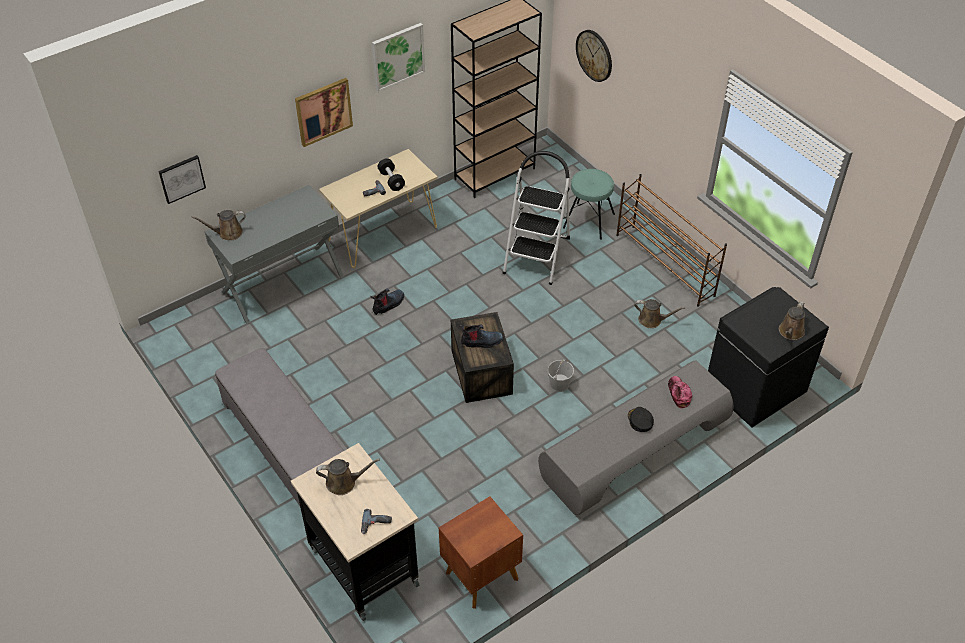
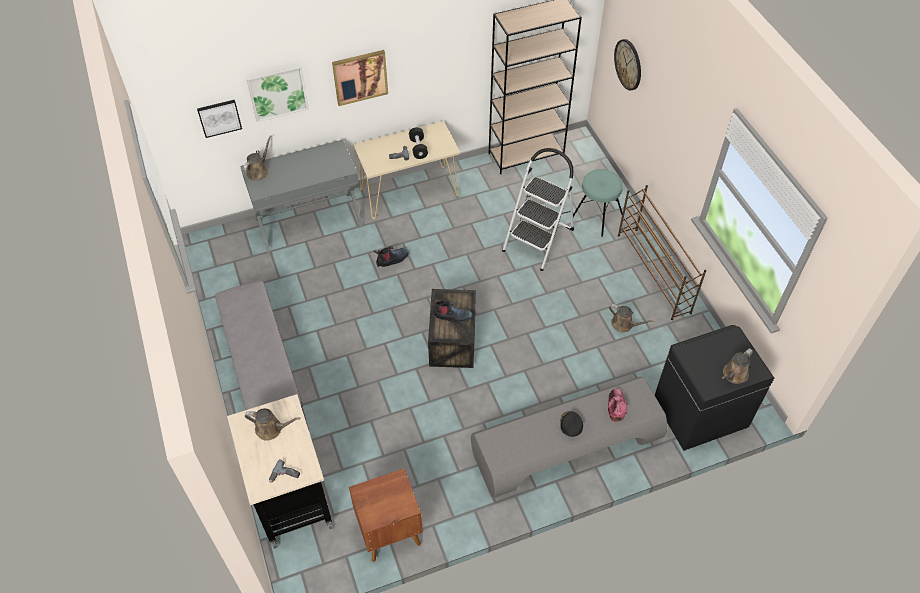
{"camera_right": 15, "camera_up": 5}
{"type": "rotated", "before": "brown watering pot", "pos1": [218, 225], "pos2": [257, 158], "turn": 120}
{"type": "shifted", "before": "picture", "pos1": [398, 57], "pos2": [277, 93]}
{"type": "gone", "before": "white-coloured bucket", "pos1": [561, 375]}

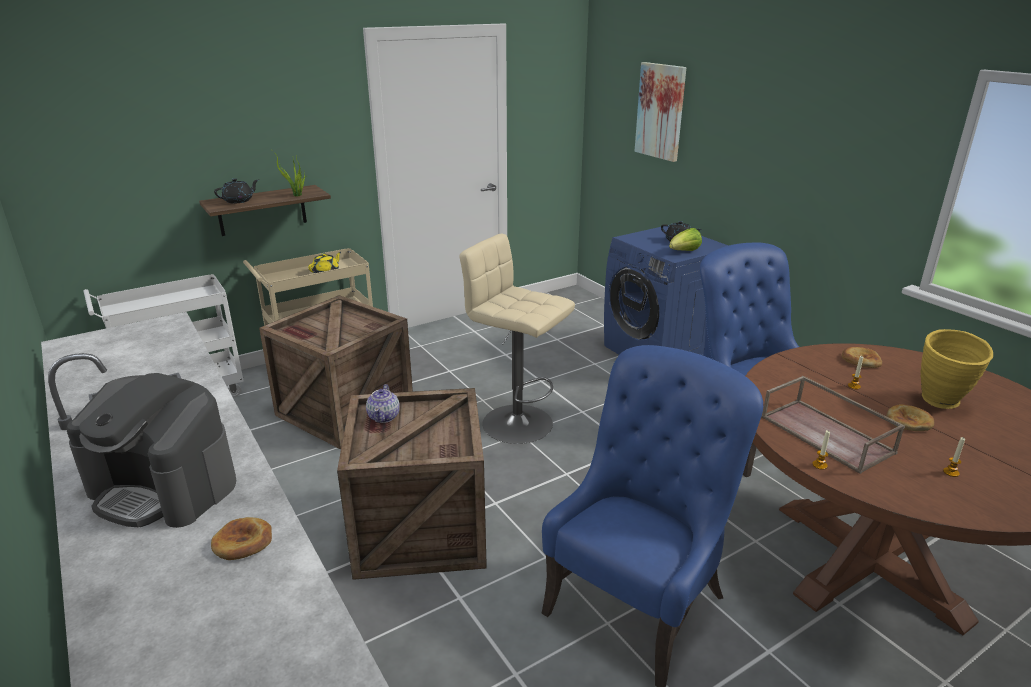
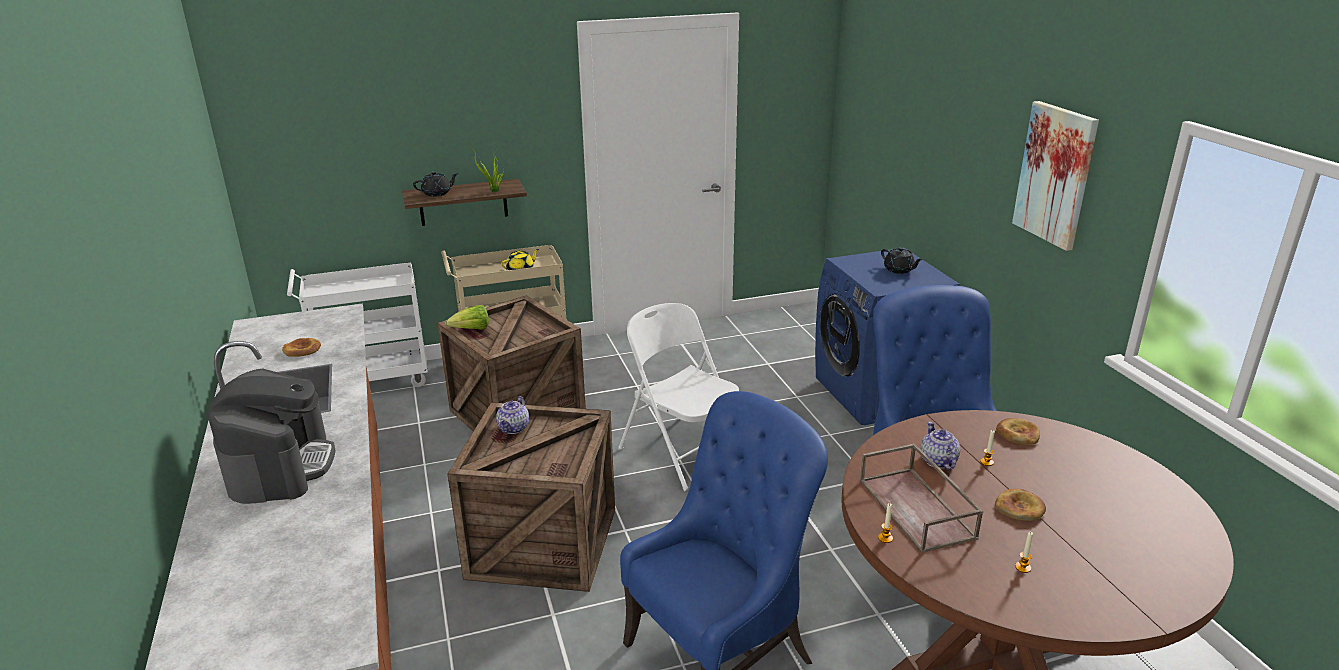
{"camera_right": 15, "camera_up": 0}
{"type": "rotated", "before": "coffee machine", "pos1": [151, 450], "pos2": [272, 436], "turn": -135}
{"type": "shifted", "before": "bakery bread", "pos1": [241, 538], "pos2": [301, 347]}
{"type": "shifted", "before": "head of lettuce", "pos1": [685, 239], "pos2": [467, 317]}
{"type": "swapped", "before": "beige stool seat", "after": "white-coloured chair", "pos1": [517, 339], "pos2": [678, 397]}
{"type": "new", "after": "teapot", "pos2": [940, 445]}
{"type": "shifted", "before": "picture", "pos1": [661, 112], "pos2": [1055, 176]}
{"type": "gone", "before": "yellow flower vase", "pos1": [957, 369]}

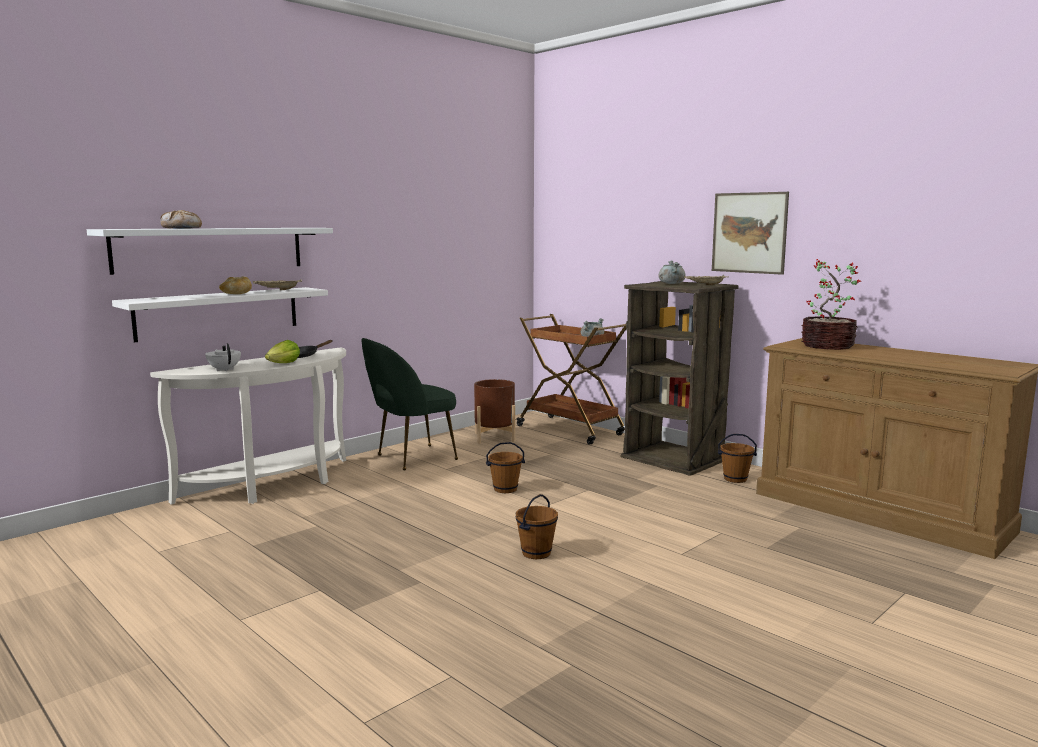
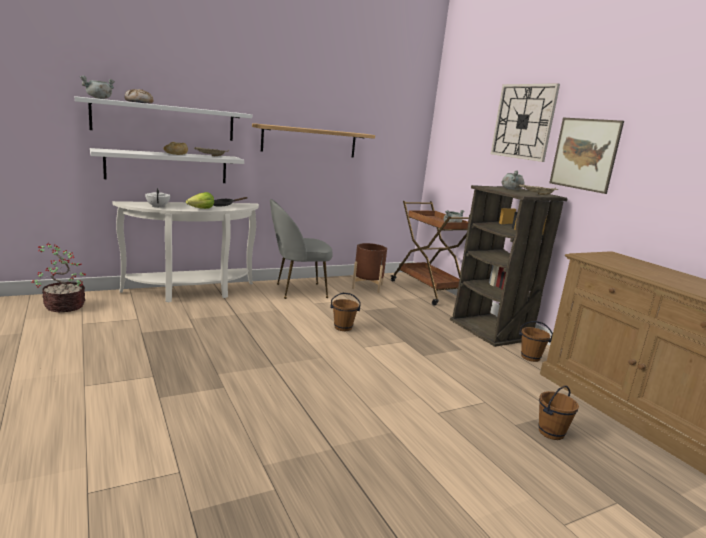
{"camera_right": 15, "camera_up": 5}
{"type": "shifted", "before": "houseplant", "pos1": [831, 304], "pos2": [58, 277]}
{"type": "new", "after": "grey stockpot", "pos2": [97, 87]}
{"type": "new", "after": "bracket shelf", "pos2": [313, 140]}
{"type": "repainted", "before": "greenish chair", "after": "grey chair", "pos1": [409, 404], "pos2": [301, 249]}
{"type": "new", "after": "wall clock", "pos2": [525, 122]}
{"type": "shifted", "before": "brown bucket", "pos1": [536, 526], "pos2": [558, 412]}

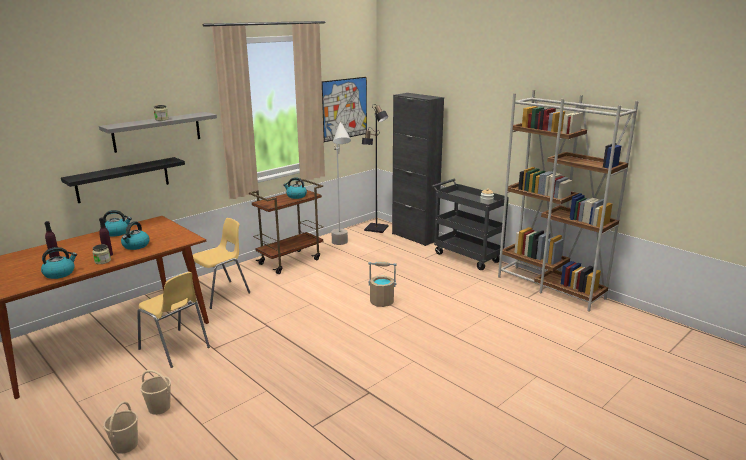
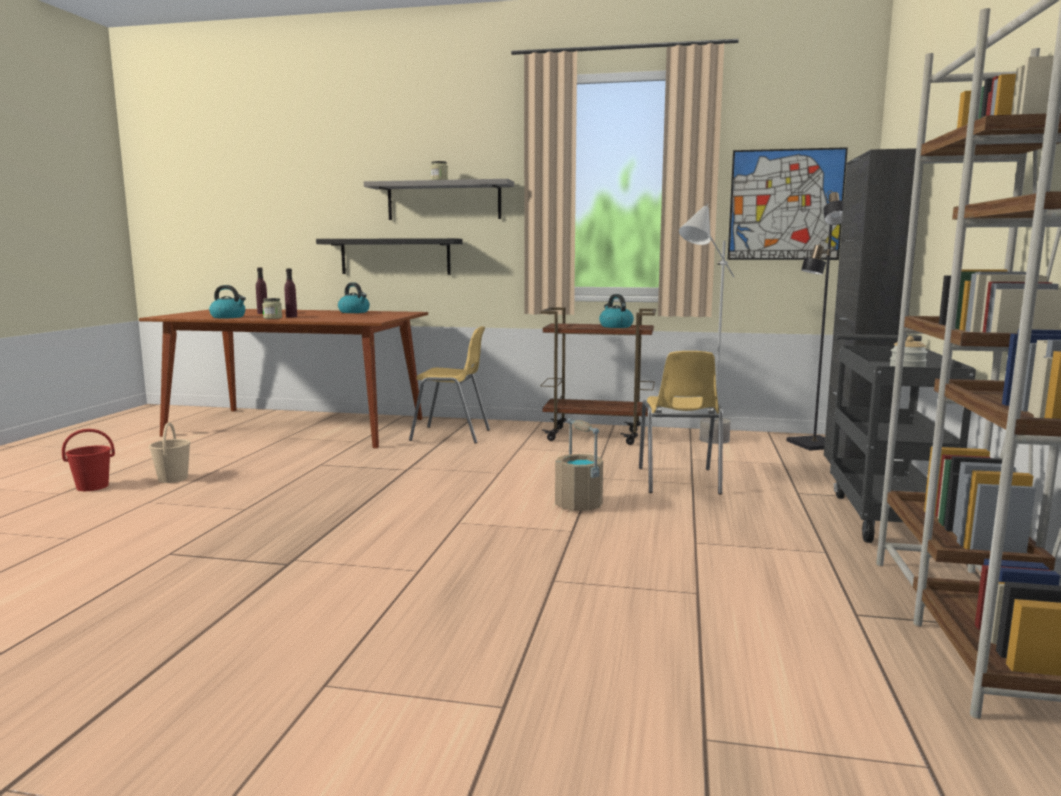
{"camera_right": 55, "camera_up": -10}
{"type": "repainted", "before": "beige bucket", "after": "red-coloured bucket", "pos1": [120, 427], "pos2": [88, 460]}
{"type": "shifted", "before": "yellow chair", "pos1": [173, 320], "pos2": [681, 422]}
{"type": "gone", "before": "water kettle", "pos1": [135, 235]}

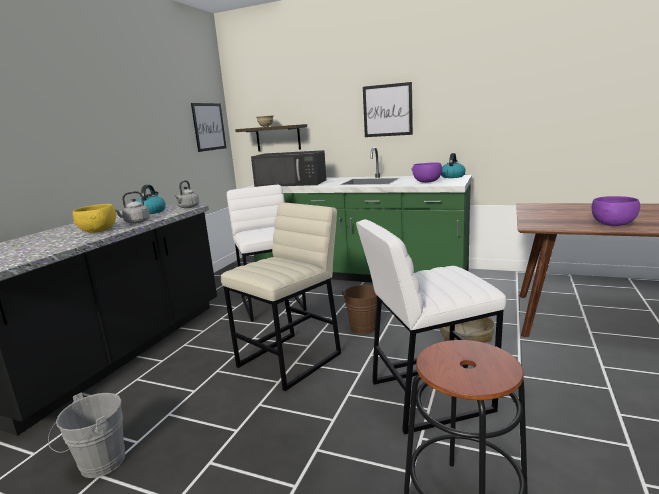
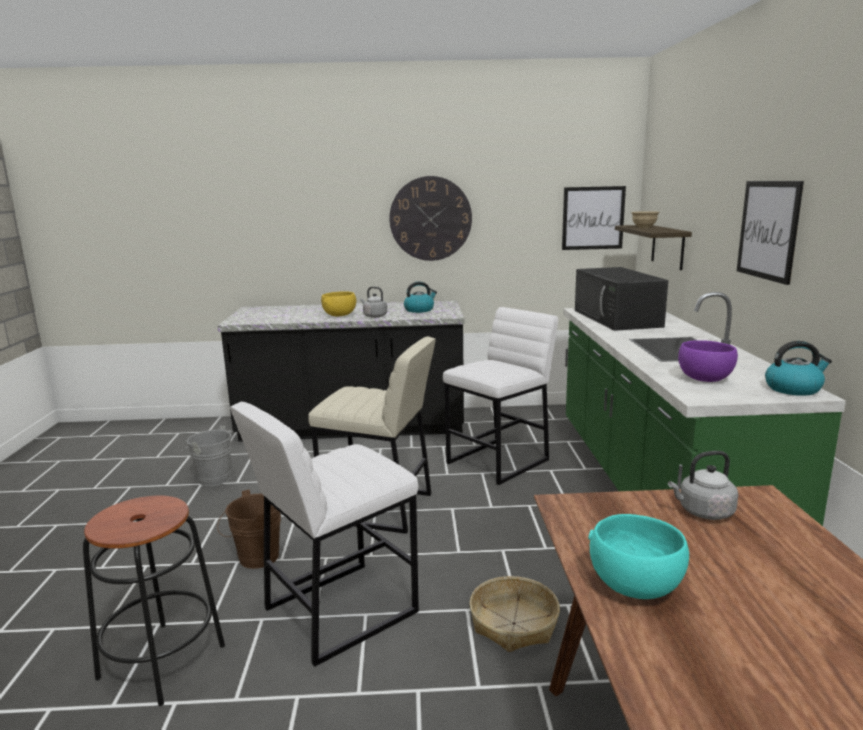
{"camera_right": 65, "camera_up": 0}
{"type": "shifted", "before": "brown bucket", "pos1": [362, 309], "pos2": [249, 529]}
{"type": "rotated", "before": "white-coloured chair", "pos1": [431, 326], "pos2": [324, 534], "turn": -90}
{"type": "new", "after": "wall clock", "pos2": [430, 218]}
{"type": "repainted", "before": "purple-coloured bowl", "after": "blue-green bowl", "pos1": [616, 211], "pos2": [638, 556]}
{"type": "shifted", "before": "grey water kettle", "pos1": [186, 194], "pos2": [703, 485]}

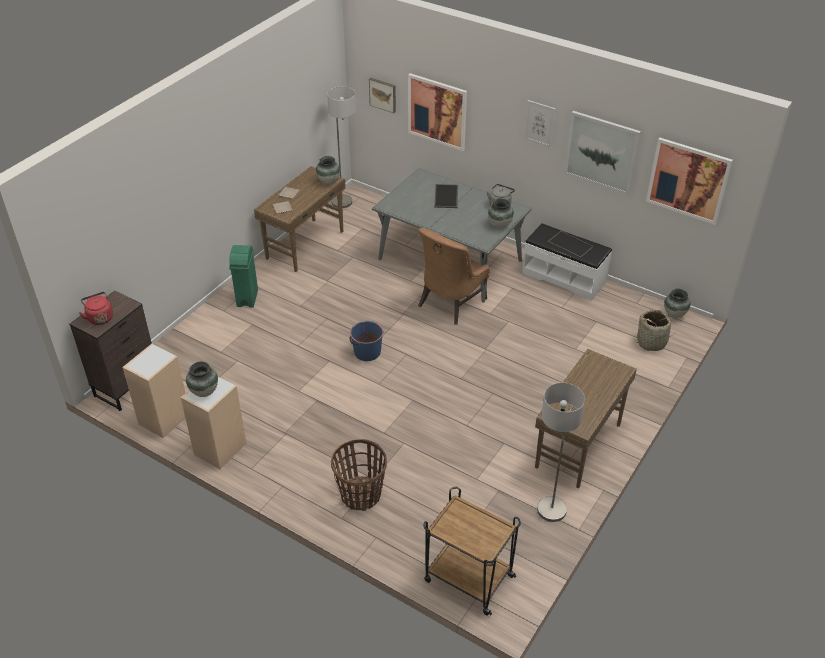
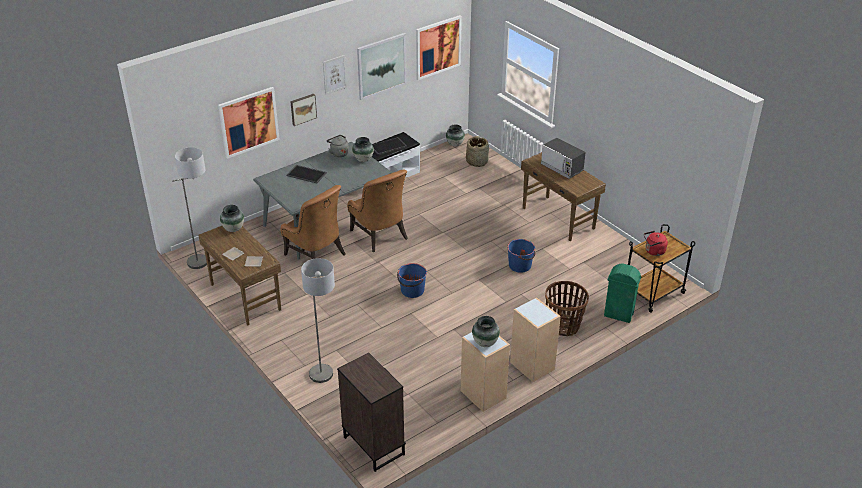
{"camera_right": -70, "camera_up": -5}
{"type": "new", "after": "brown chair", "pos2": [313, 222]}
{"type": "shifted", "before": "picture", "pos1": [382, 95], "pos2": [303, 110]}
{"type": "shifted", "before": "grey standard lamp", "pos1": [561, 452], "pos2": [318, 320]}
{"type": "new", "after": "blue-coloured bucket", "pos2": [521, 256]}
{"type": "shifted", "before": "bookcase", "pos1": [154, 391], "pos2": [535, 339]}
{"type": "new", "after": "microwave", "pos2": [563, 158]}
{"type": "shifted", "before": "greenish waste bin", "pos1": [243, 276], "pos2": [622, 293]}
{"type": "shifted", "before": "red-coloured water kettle", "pos1": [96, 308], "pos2": [656, 243]}

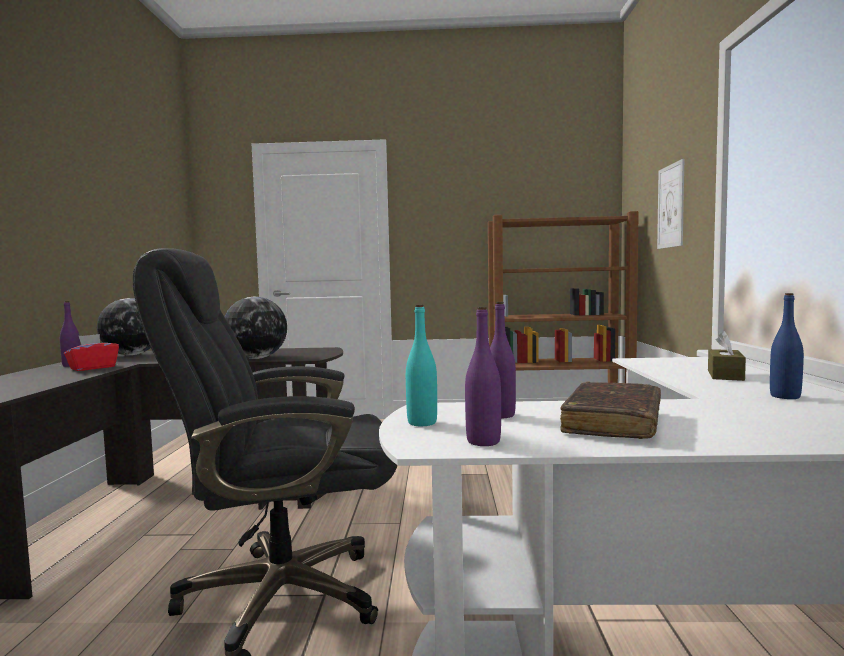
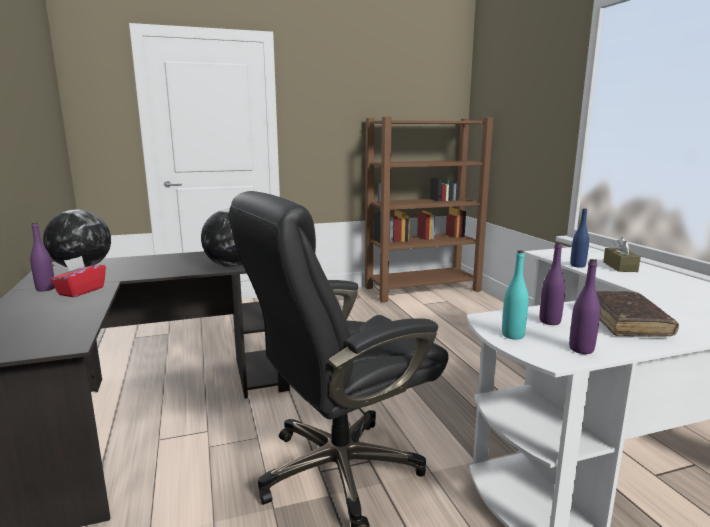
{"camera_right": -20, "camera_up": 10}
{"type": "shifted", "before": "blue-coloured bottle", "pos1": [787, 346], "pos2": [579, 238]}
{"type": "gone", "before": "picture", "pos1": [670, 204]}

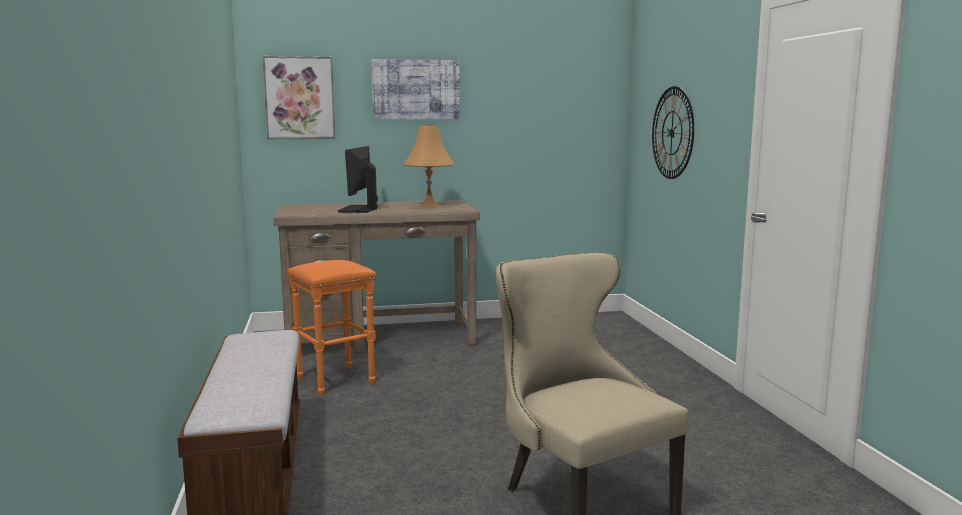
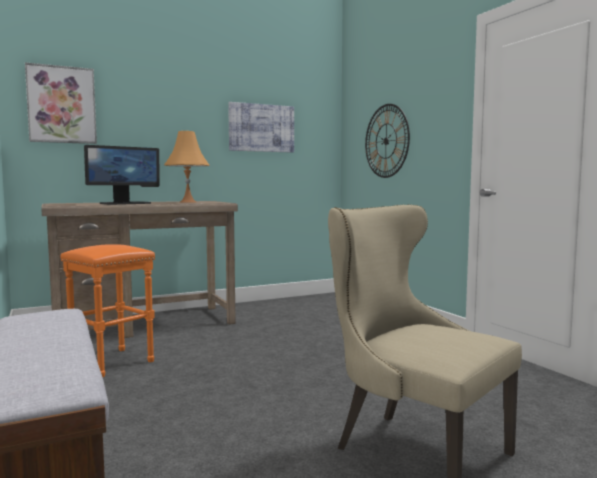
{"camera_right": -15, "camera_up": -5}
{"type": "rotated", "before": "computer screen", "pos1": [358, 179], "pos2": [122, 175], "turn": -120}
{"type": "shifted", "before": "picture", "pos1": [416, 89], "pos2": [261, 127]}

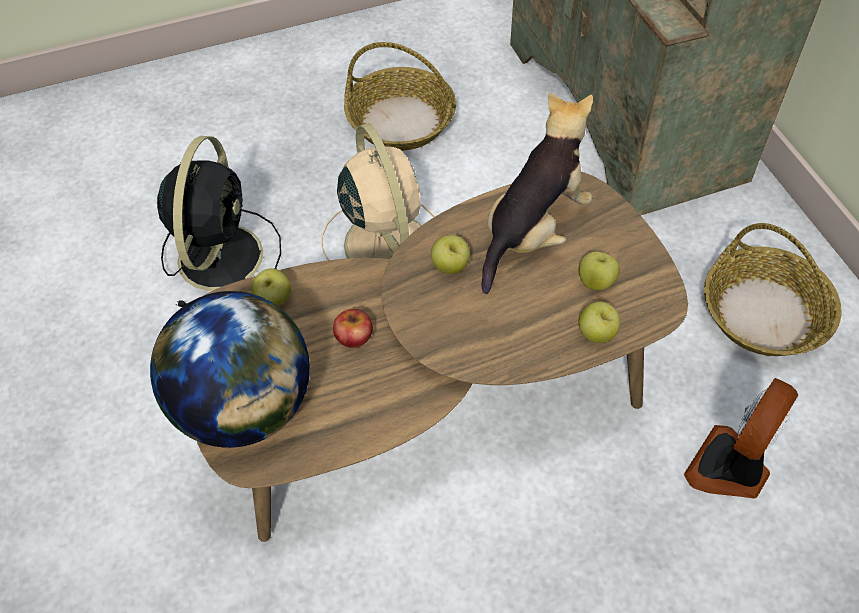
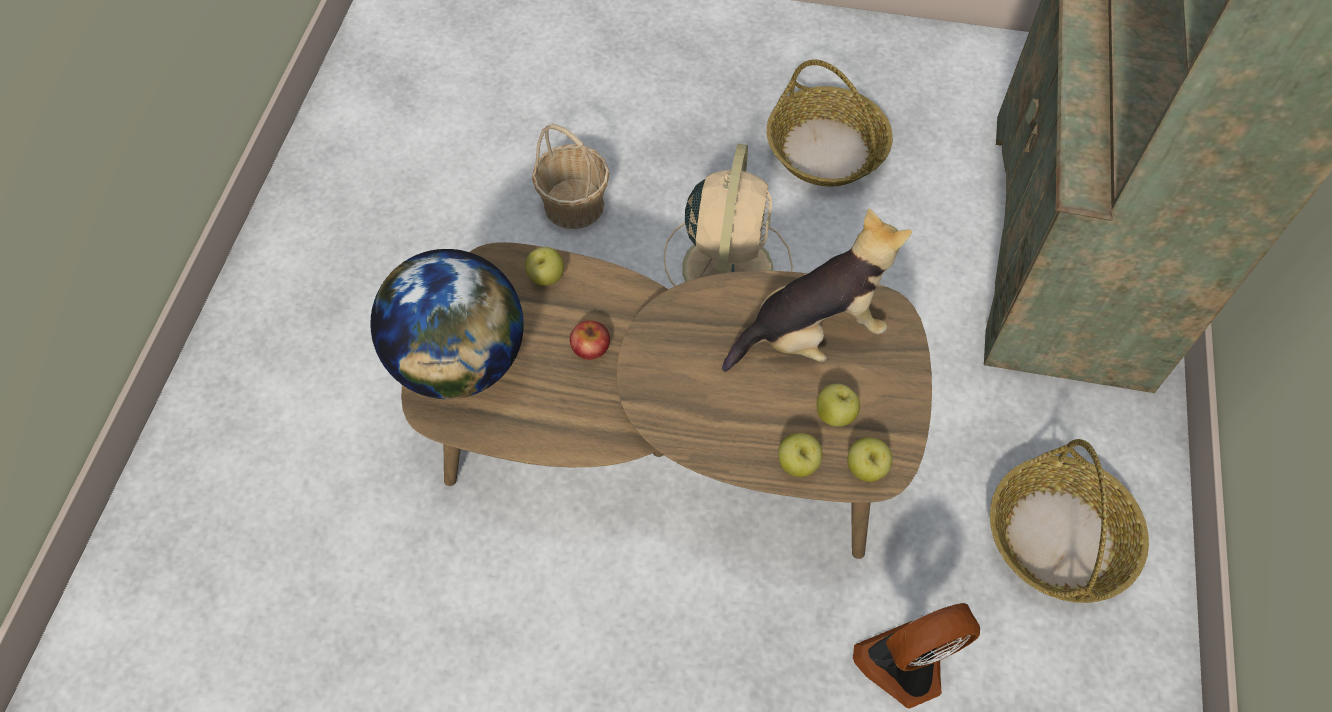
{"camera_right": 30, "camera_up": 5}
{"type": "swapped", "before": "black-coloured fan", "after": "storage basket", "pos1": [219, 221], "pos2": [571, 176]}
{"type": "shifted", "before": "apple fruit", "pos1": [450, 254], "pos2": [869, 459]}

